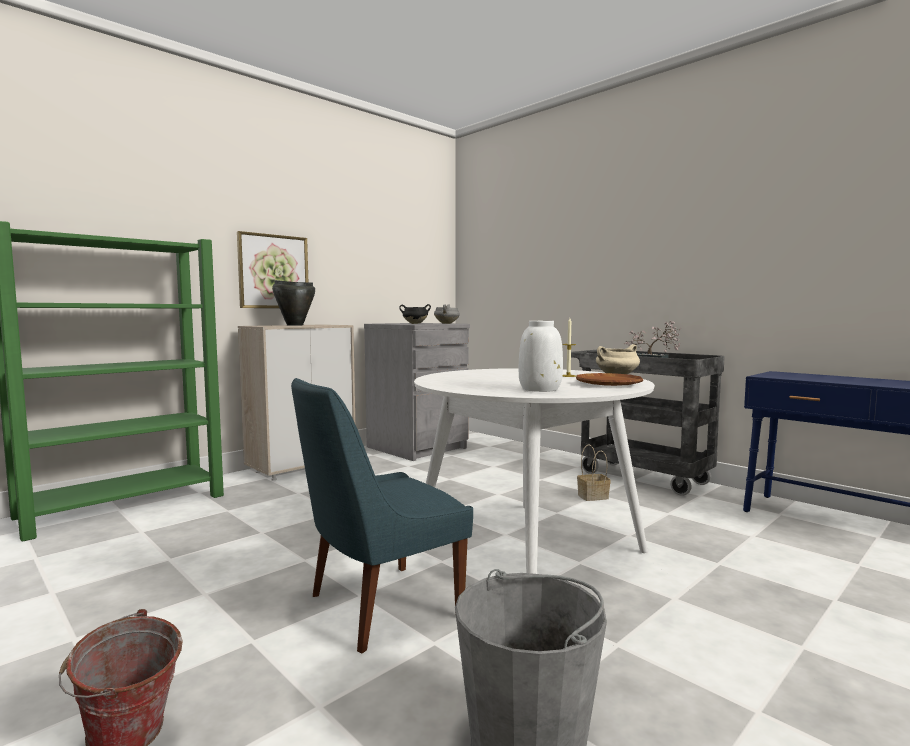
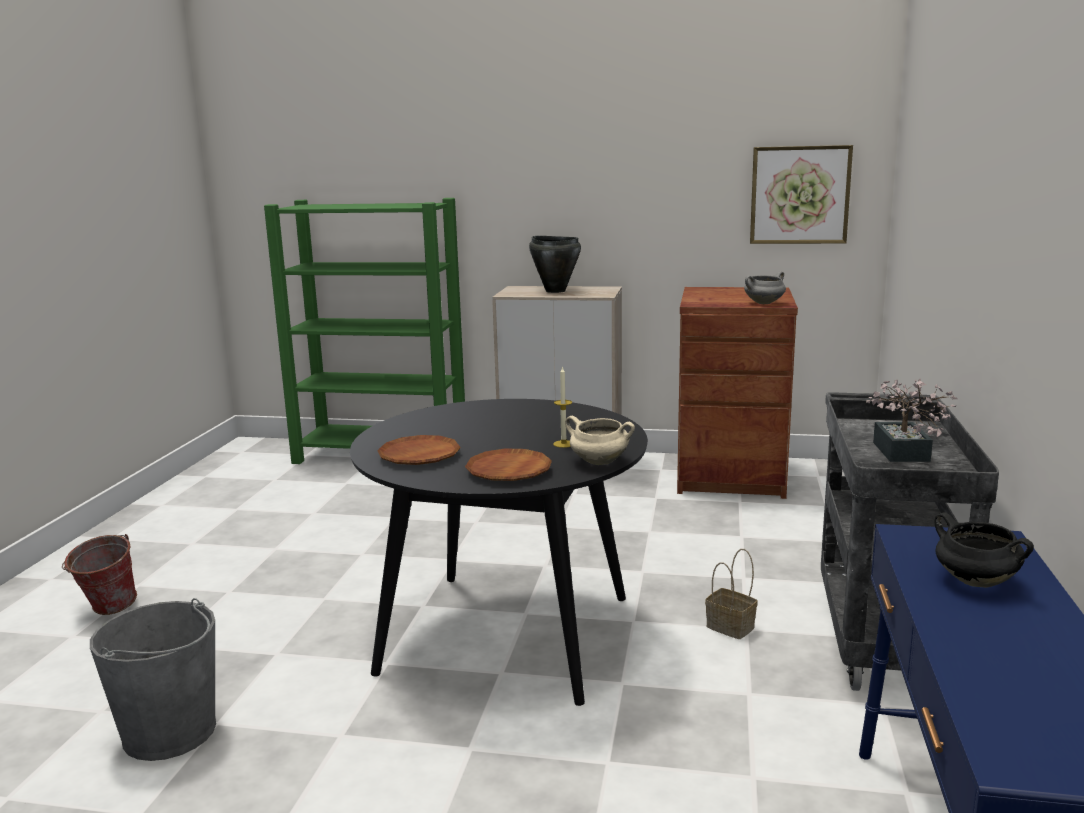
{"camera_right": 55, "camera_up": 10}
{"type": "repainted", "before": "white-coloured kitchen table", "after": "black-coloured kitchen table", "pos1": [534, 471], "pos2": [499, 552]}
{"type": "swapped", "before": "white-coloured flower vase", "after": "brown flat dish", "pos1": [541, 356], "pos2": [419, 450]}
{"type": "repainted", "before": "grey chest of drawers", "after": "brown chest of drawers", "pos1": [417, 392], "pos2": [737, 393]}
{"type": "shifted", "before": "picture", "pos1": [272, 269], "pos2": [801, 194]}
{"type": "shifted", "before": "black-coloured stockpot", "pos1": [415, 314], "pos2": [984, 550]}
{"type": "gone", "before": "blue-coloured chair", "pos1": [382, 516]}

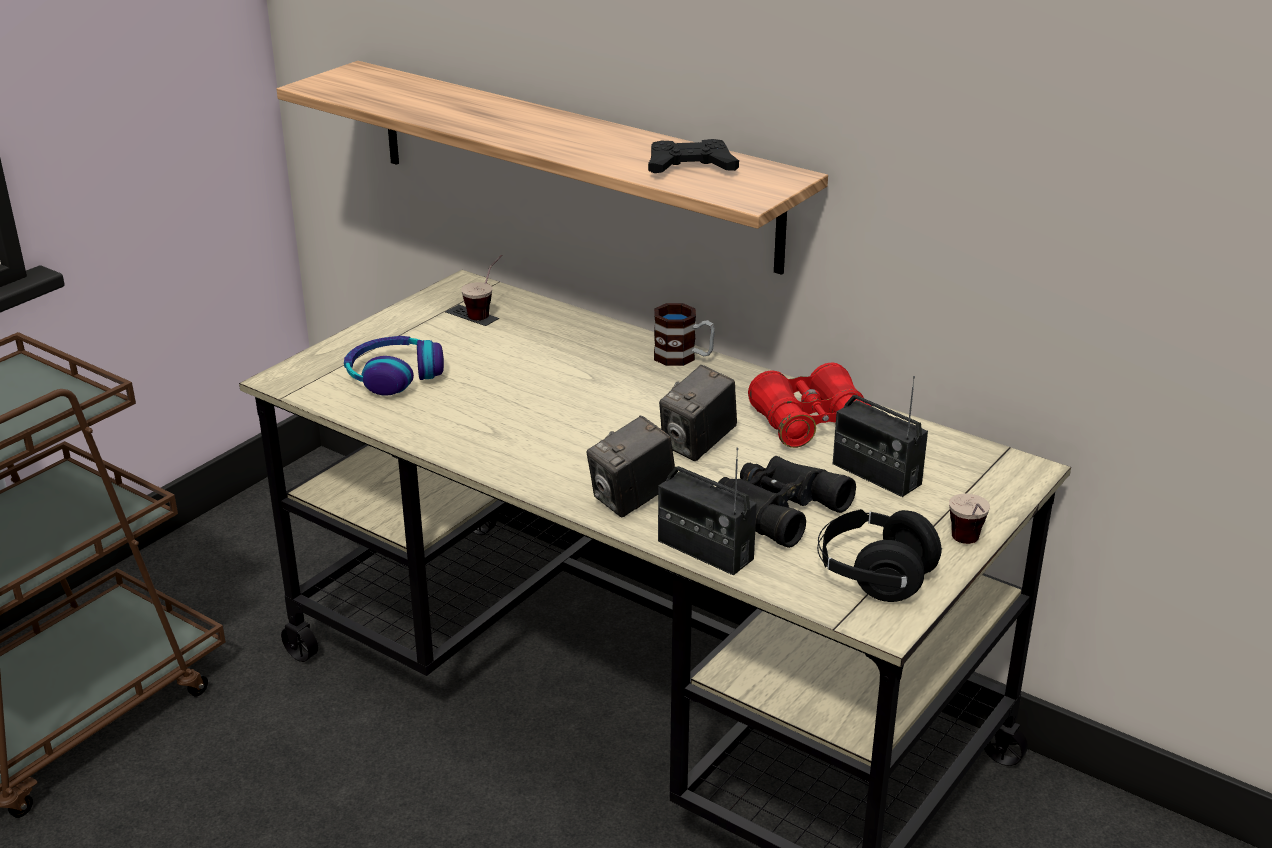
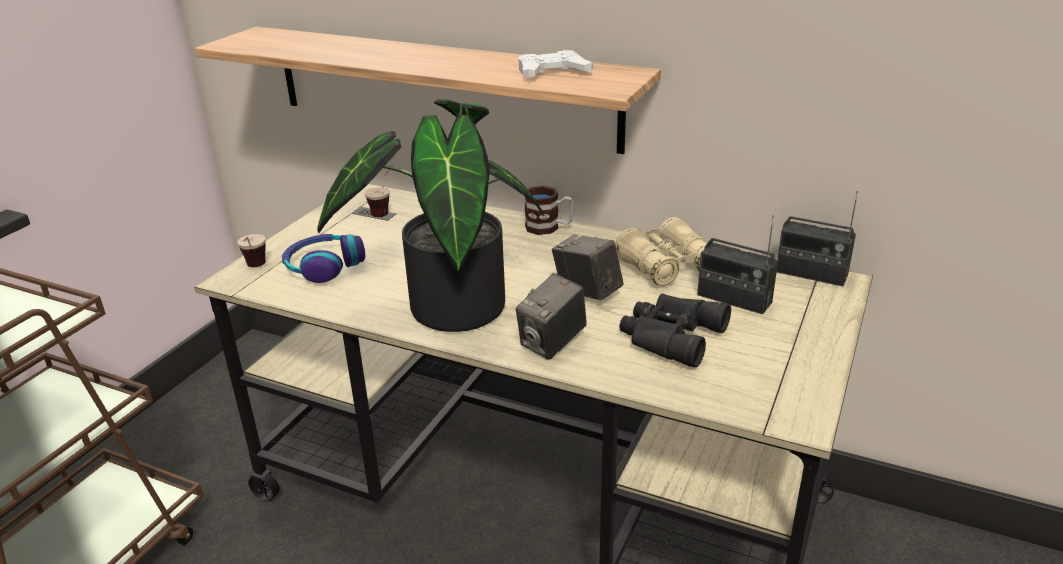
{"camera_right": -10, "camera_up": 0}
{"type": "shifted", "before": "small cup", "pos1": [969, 519], "pos2": [251, 250]}
{"type": "new", "after": "houseplant", "pos2": [430, 215]}
{"type": "repainted", "before": "black-coloured gamepad", "after": "white-coloured gamepad", "pos1": [693, 156], "pos2": [556, 64]}
{"type": "rotated", "before": "photo camera", "pos1": [698, 413], "pos2": [587, 267], "turn": 105}
{"type": "repainted", "before": "red-coloured field glasses", "after": "beige field glasses", "pos1": [810, 405], "pos2": [661, 251]}
{"type": "shifted", "before": "radio", "pos1": [707, 511], "pos2": [817, 238]}
{"type": "gone", "before": "black-coloured headphones", "pos1": [879, 555]}

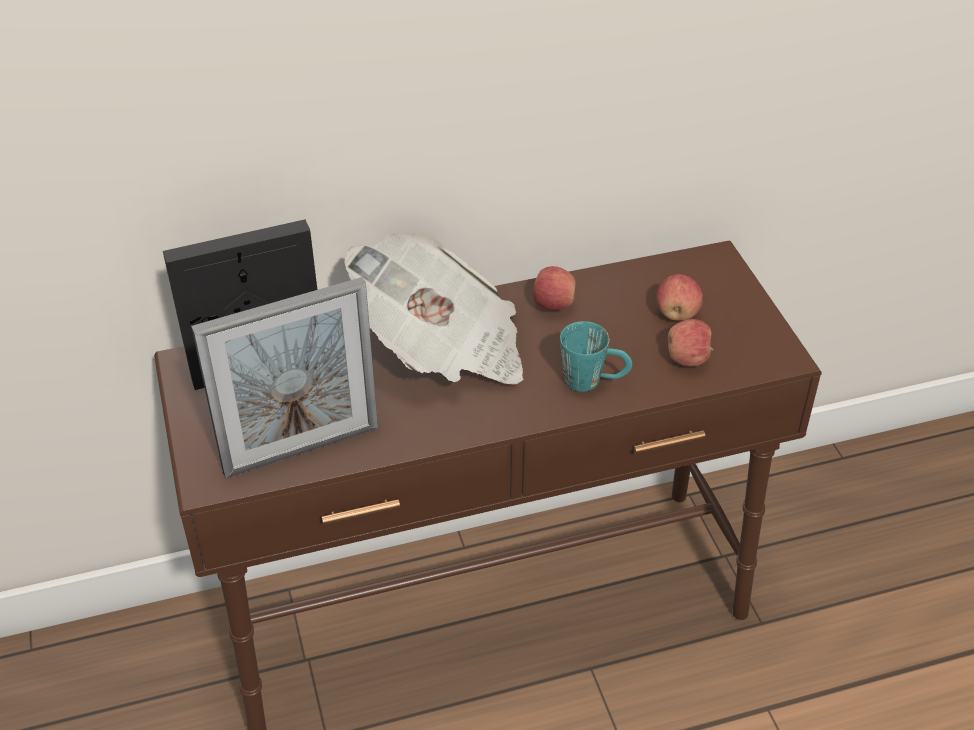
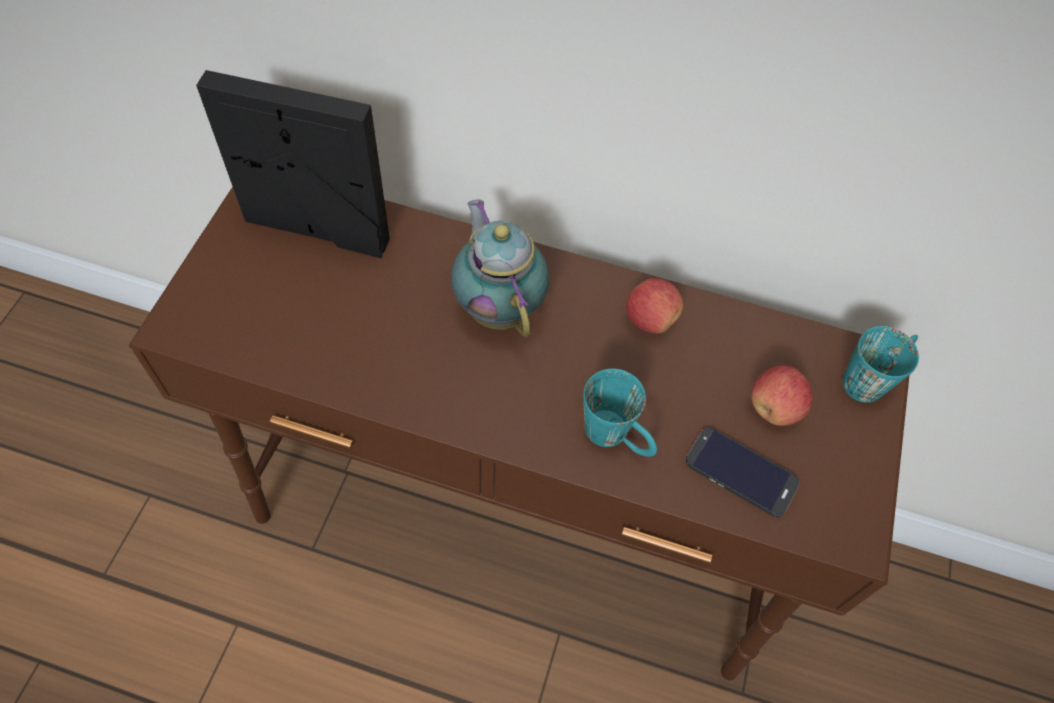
{"camera_right": 30, "camera_up": 15}
{"type": "swapped", "before": "newspaper", "after": "teapot", "pos1": [433, 309], "pos2": [500, 268]}
{"type": "swapped", "before": "apple fruit", "after": "phone", "pos1": [690, 343], "pos2": [742, 472]}
{"type": "new", "after": "blue-green coffee mug", "pos2": [881, 364]}
{"type": "gone", "before": "standing frame", "pos1": [284, 378]}

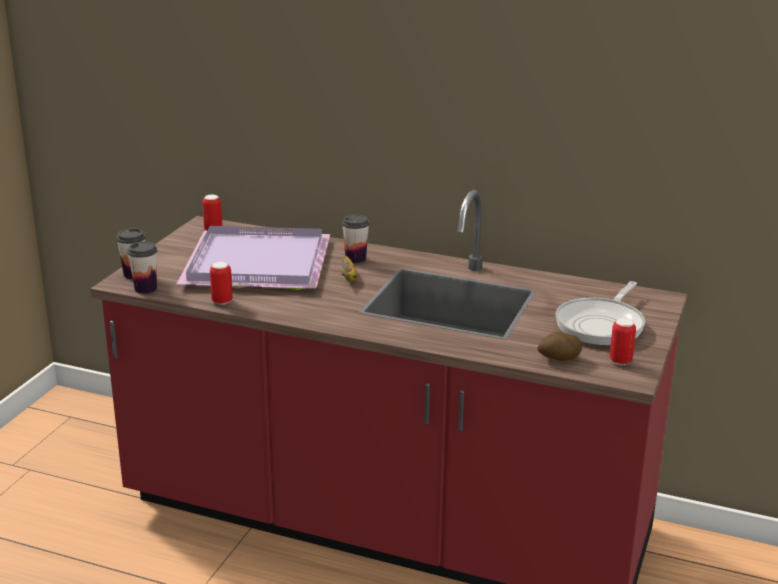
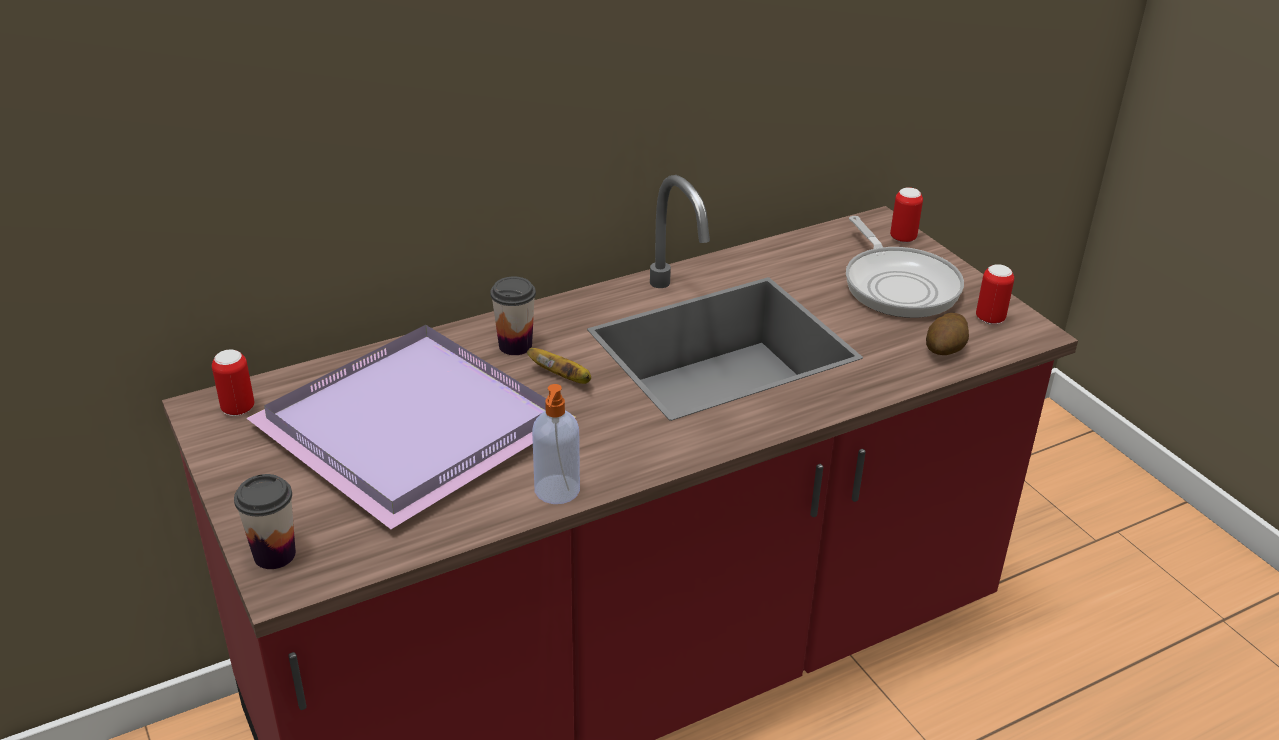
{"camera_right": -50, "camera_up": 10}
{"type": "new", "after": "liquid soap bottle", "pos2": [556, 444]}
{"type": "shifted", "before": "sealed can", "pos1": [221, 283], "pos2": [906, 215]}
{"type": "gone", "before": "small cup", "pos1": [142, 268]}

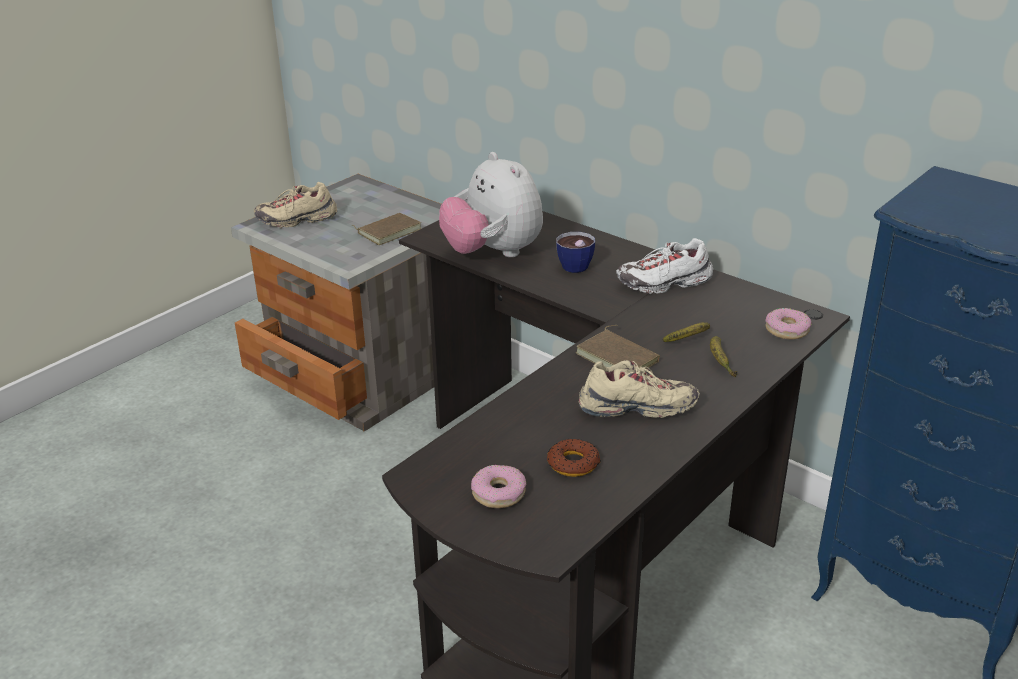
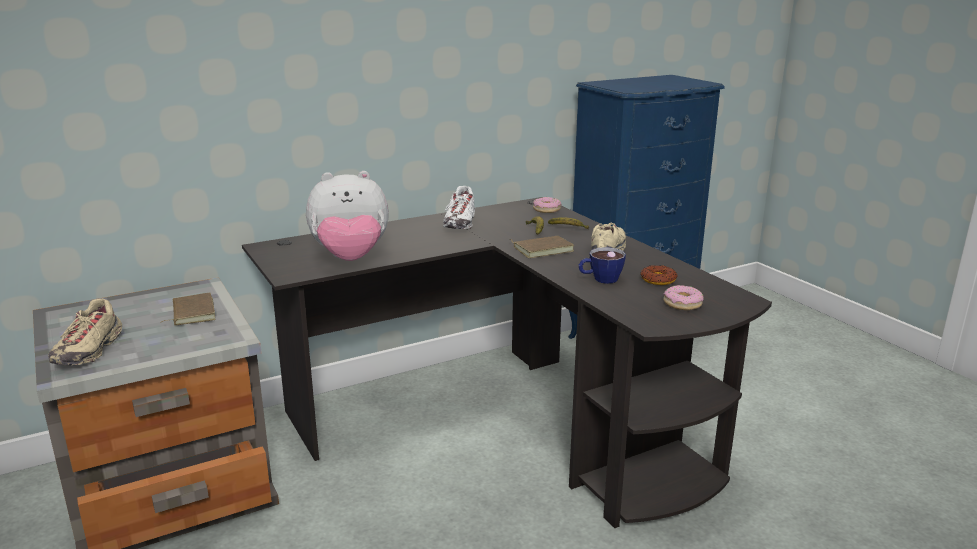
{"camera_right": -70, "camera_up": -10}
{"type": "shifted", "before": "small cup", "pos1": [575, 252], "pos2": [602, 265]}

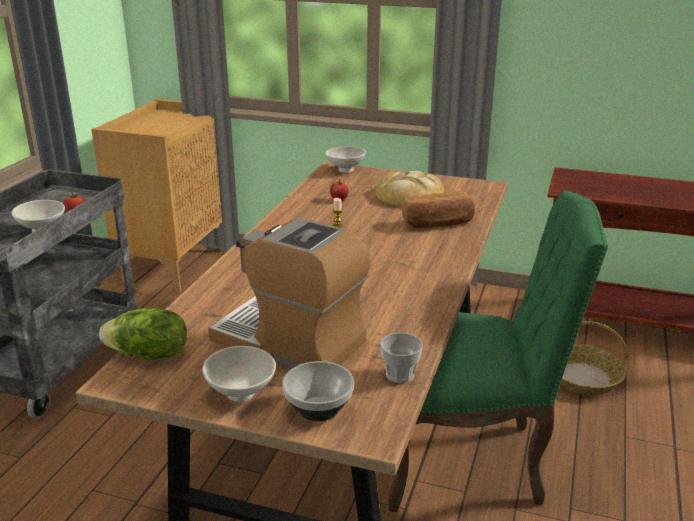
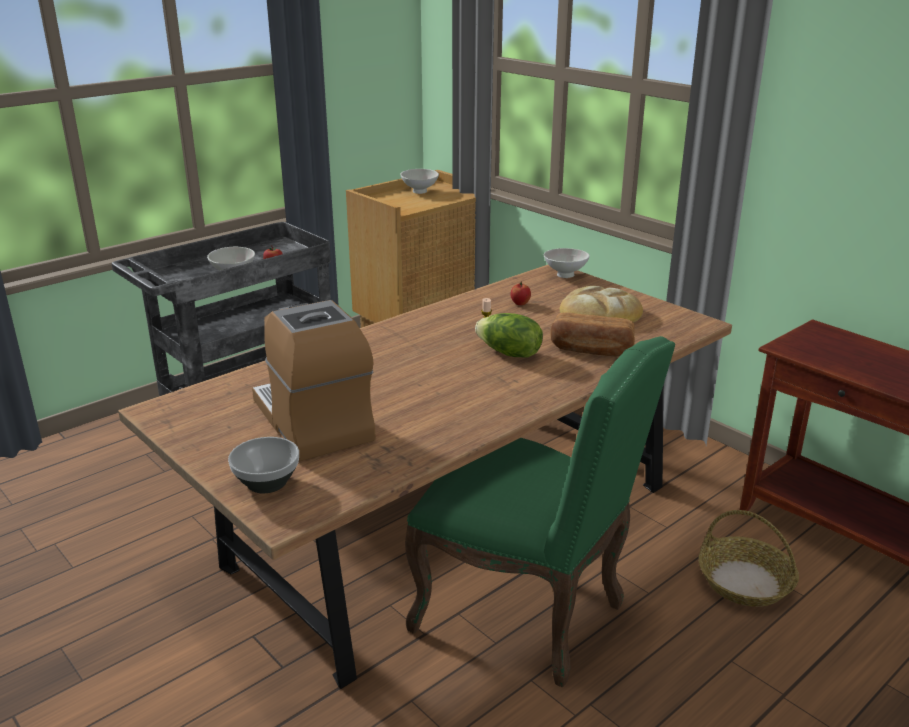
{"camera_right": 30, "camera_up": 0}
{"type": "shifted", "before": "white-coloured bowl", "pos1": [239, 374], "pos2": [419, 181]}
{"type": "shifted", "before": "head of lettuce", "pos1": [143, 334], "pos2": [509, 335]}
{"type": "gone", "before": "small cup", "pos1": [401, 358]}

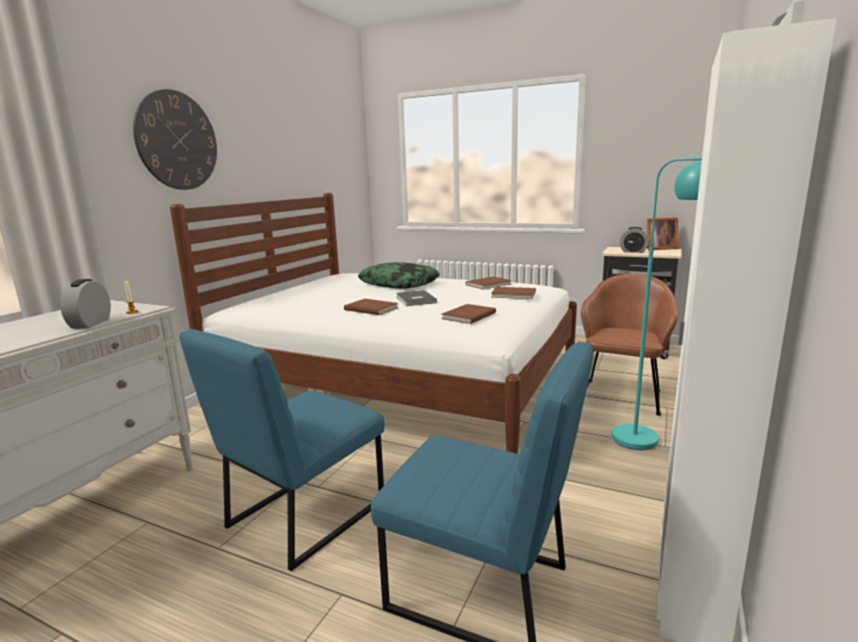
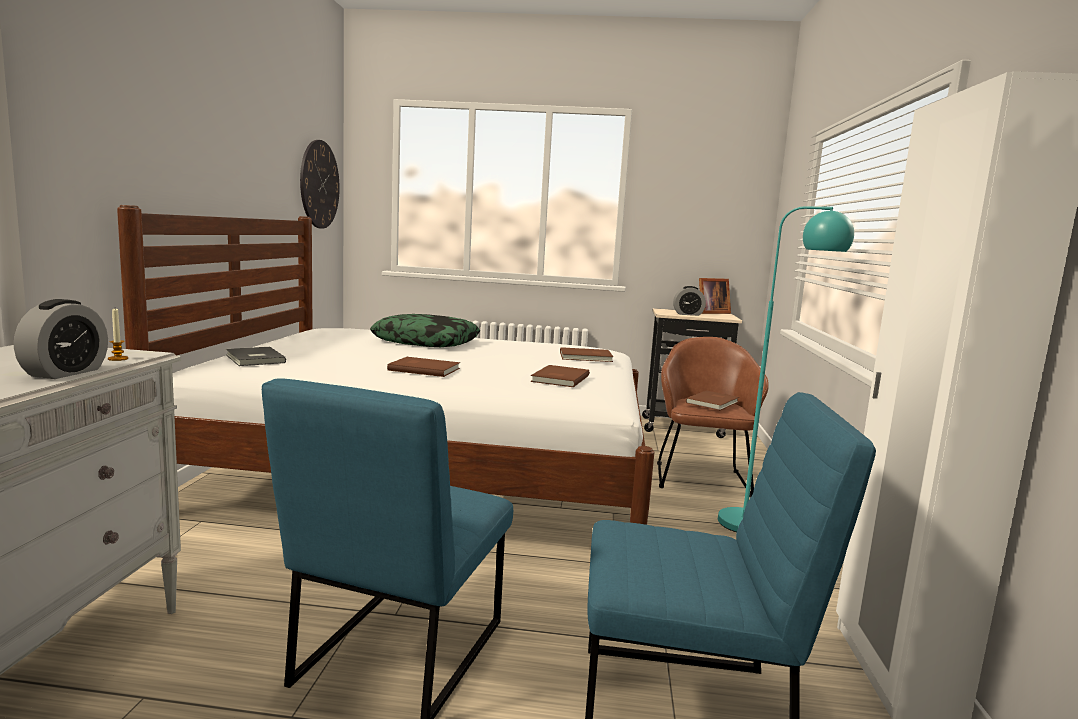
{"camera_right": -20, "camera_up": -5}
{"type": "rotated", "before": "alarm clock", "pos1": [85, 304], "pos2": [61, 339], "turn": -150}
{"type": "shifted", "before": "grey bound book", "pos1": [416, 298], "pos2": [256, 356]}
{"type": "shifted", "before": "wall clock", "pos1": [175, 139], "pos2": [320, 184]}
{"type": "shifted", "before": "brown bound book", "pos1": [489, 283], "pos2": [712, 400]}

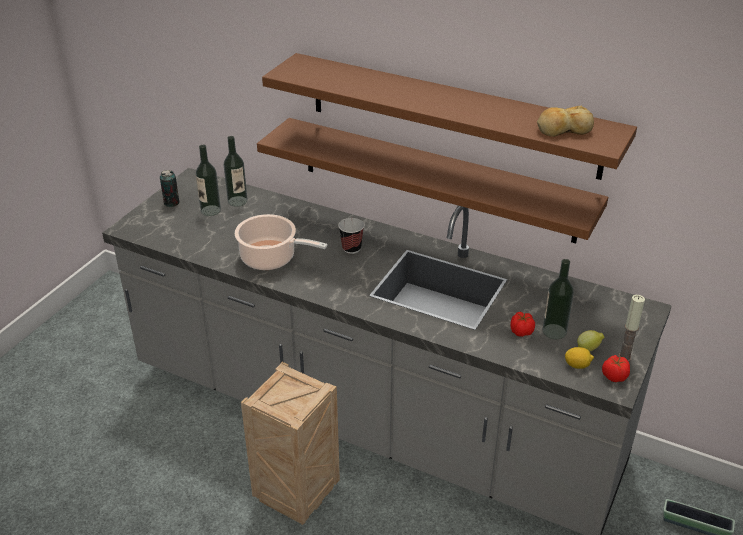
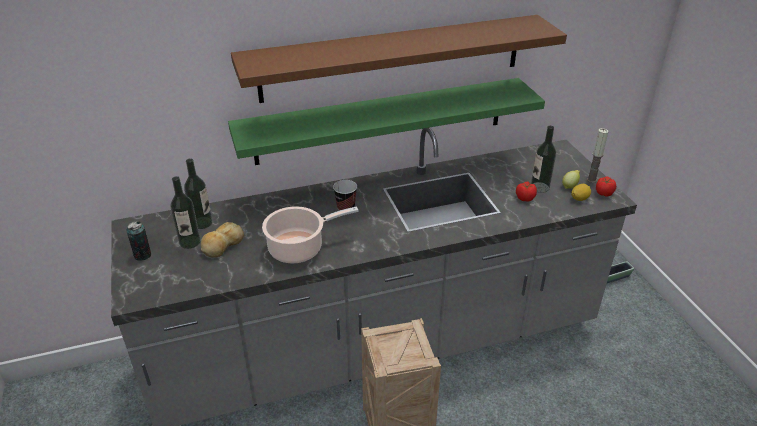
{"camera_right": -45, "camera_up": 0}
{"type": "shifted", "before": "bakery bread", "pos1": [565, 121], "pos2": [222, 240]}
{"type": "repainted", "before": "brown bracket shelf", "after": "greenish bracket shelf", "pos1": [432, 180], "pos2": [386, 121]}

